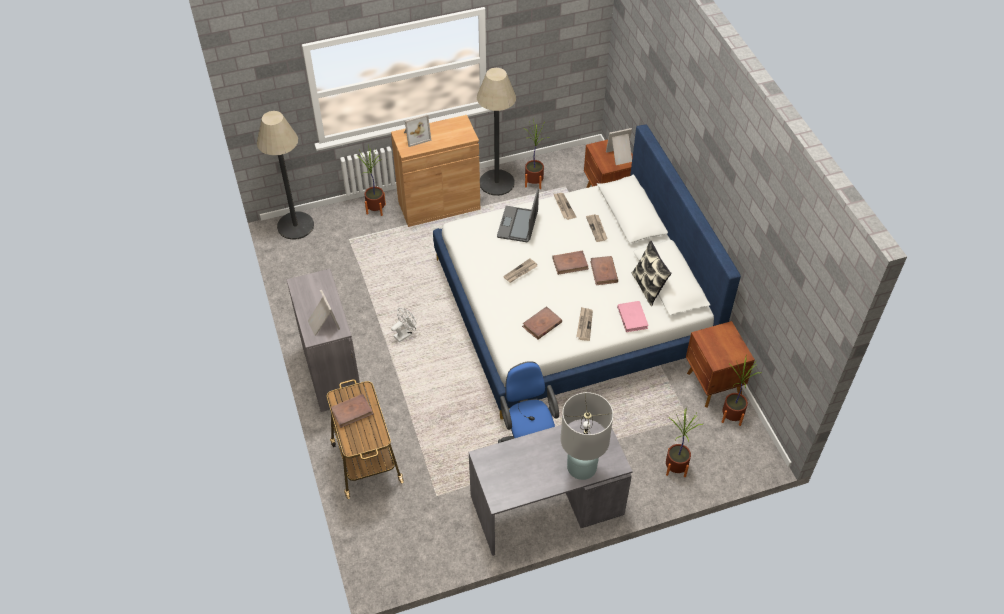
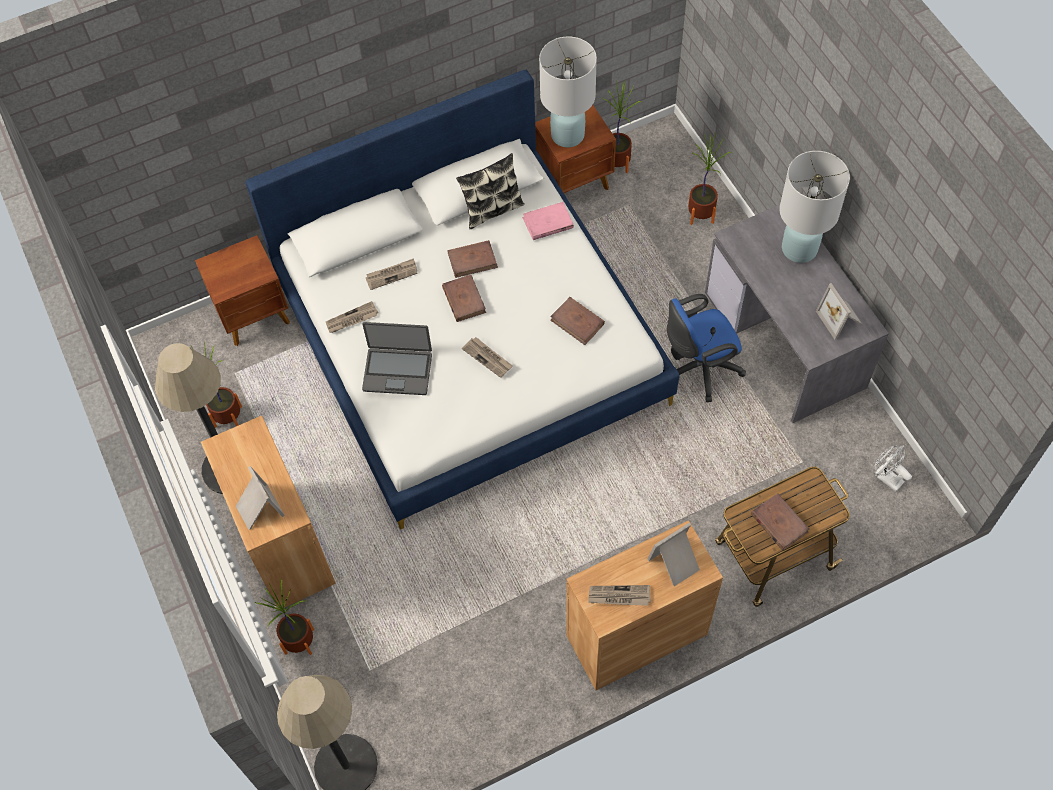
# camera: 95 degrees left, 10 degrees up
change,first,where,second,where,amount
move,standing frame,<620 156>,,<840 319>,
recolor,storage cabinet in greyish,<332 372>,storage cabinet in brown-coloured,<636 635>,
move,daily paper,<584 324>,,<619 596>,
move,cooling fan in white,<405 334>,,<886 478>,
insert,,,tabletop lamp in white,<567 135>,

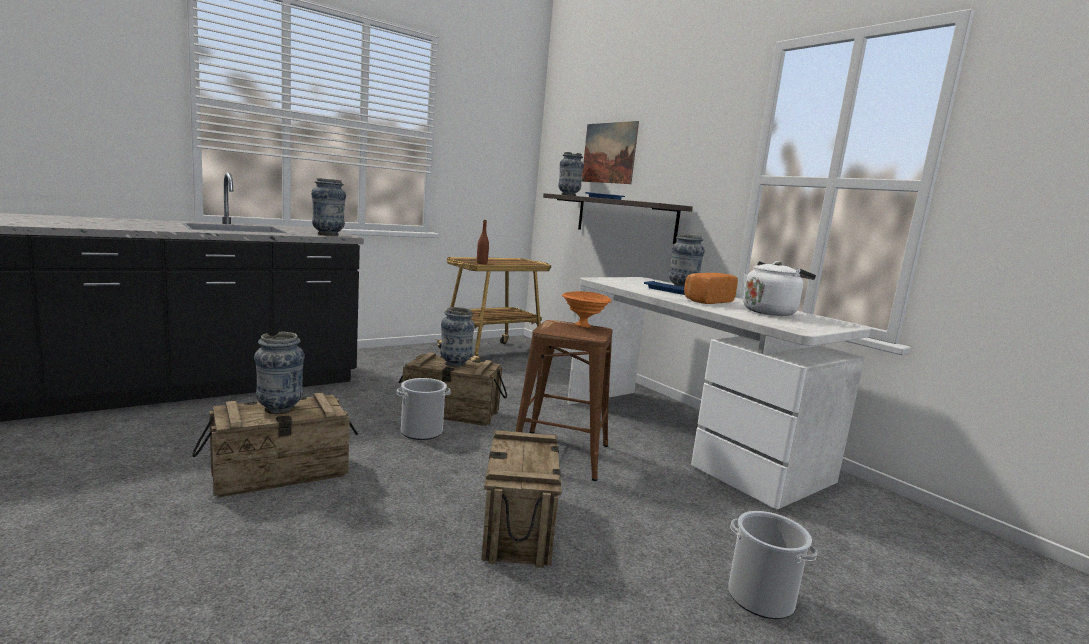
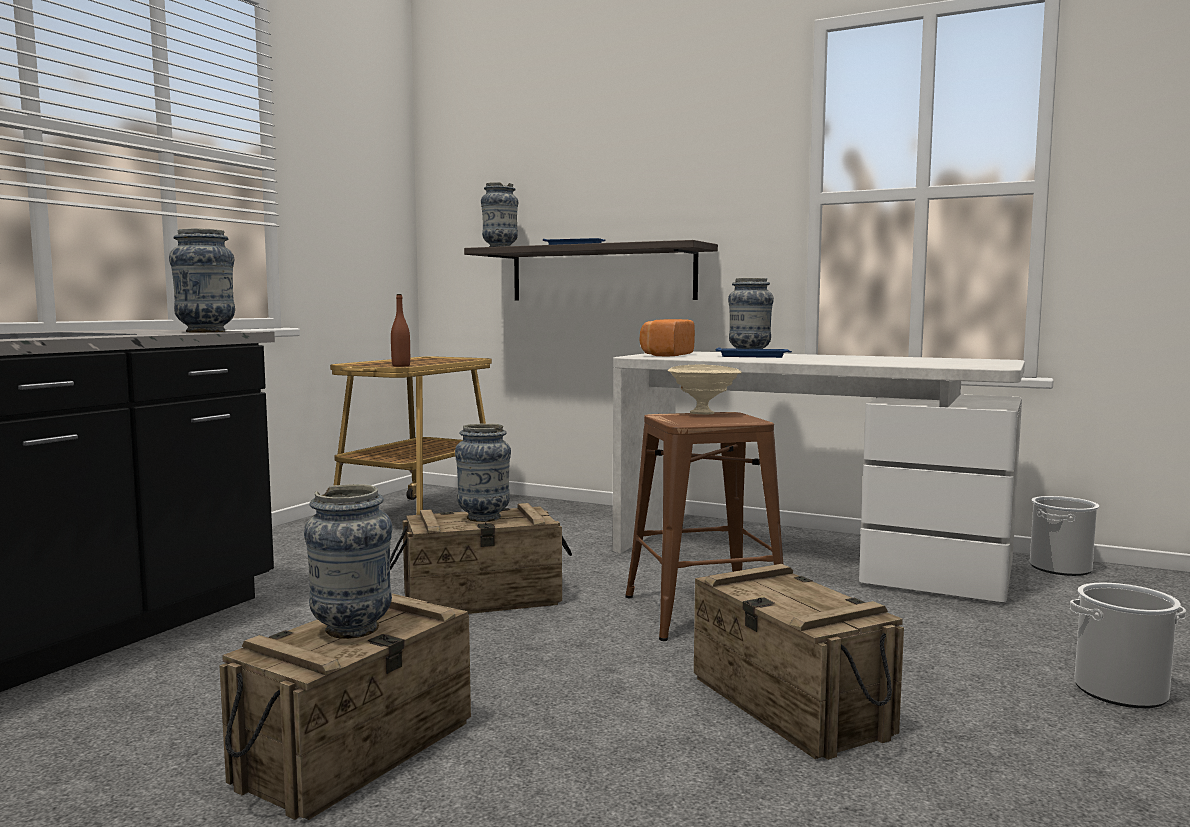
# camera: 25 degrees left, 5 degrees down
change,first,where,second,where,amount
delete,wall picture,<609 153>,,,
delete,tea kettle in white,<770 312>,,,
move,bakery bread,<706 301>,,<665 355>,
recolor,bowl in orange,<584 326>,bowl in sand-coloured,<704 413>,
move,bucket,<421 432>,,<1060 568>,

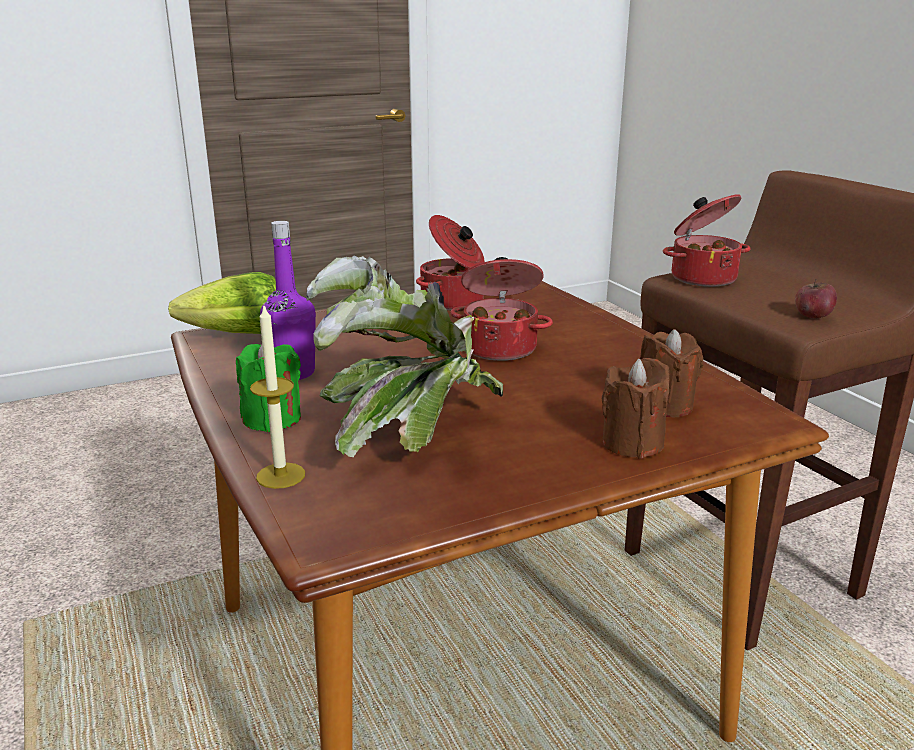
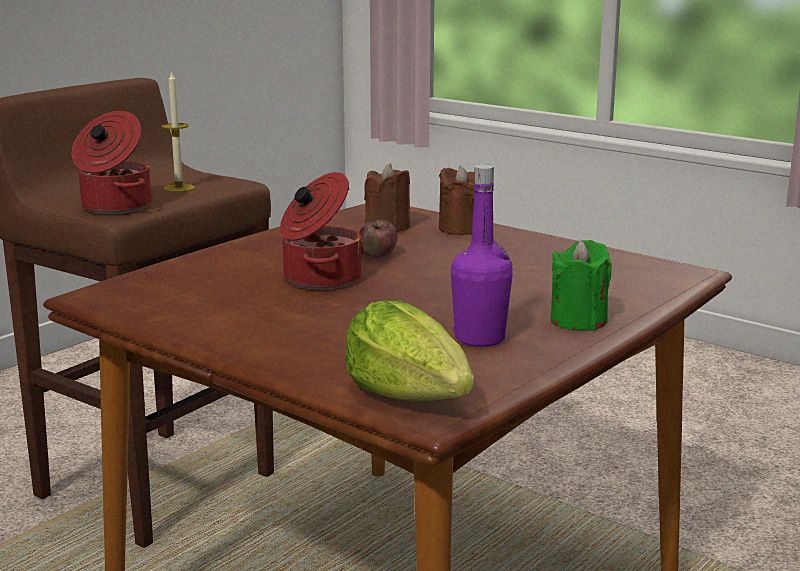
# camera: 115 degrees left, 5 degrees down
change,first,where,second,where,amount
delete,cooking pot,<453 302>,,,
delete,potted plant,<410 432>,,,
move,whole apple,<812 316>,,<377 255>,
move,candle,<280 475>,,<179 188>,

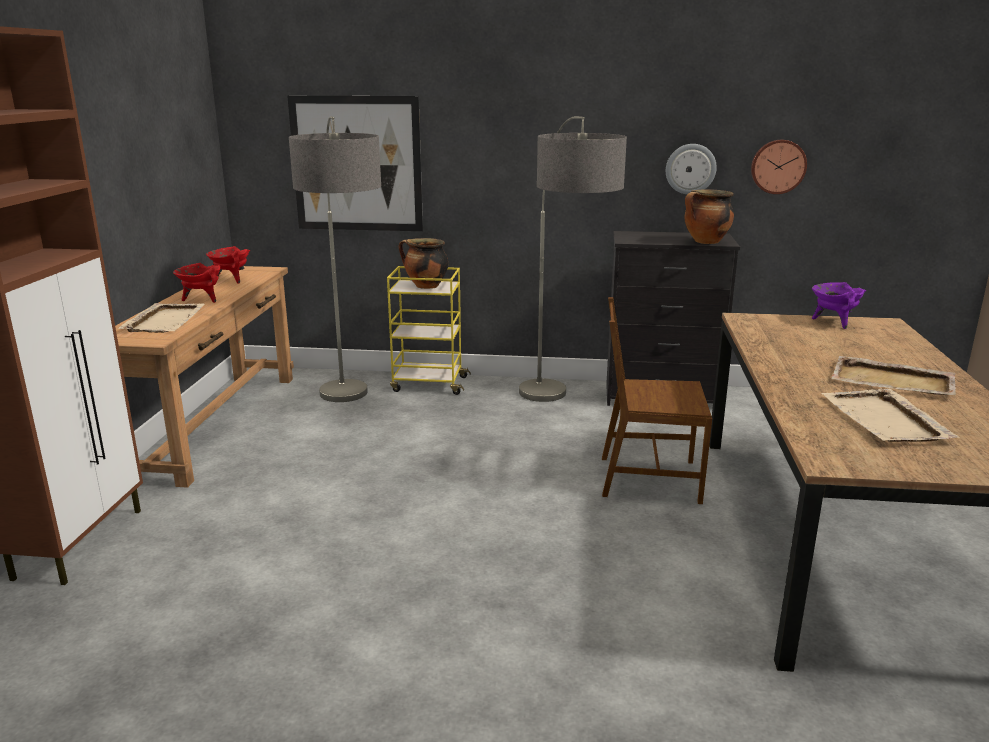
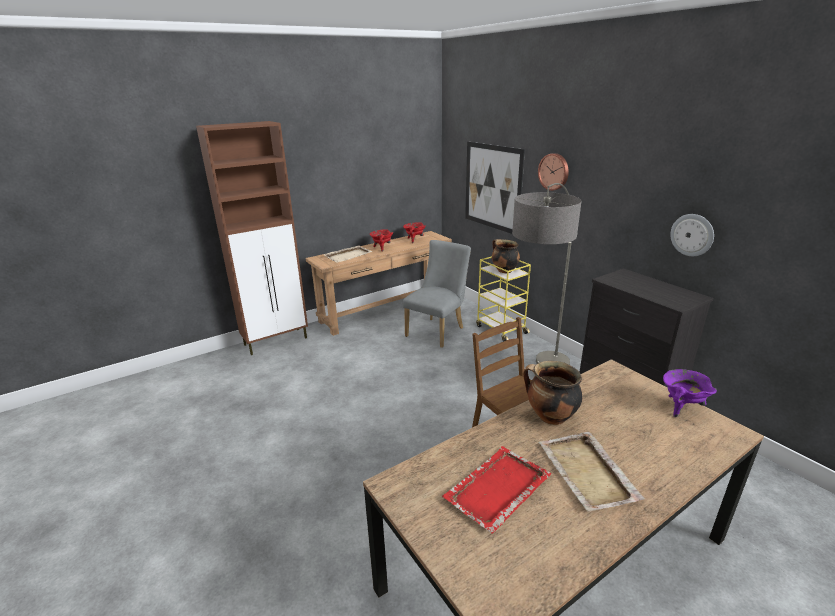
# camera: 50 degrees right, 5 degrees up
change,first,where,second,where,amount
replace,standard lamp,<350 415>,chair in greyish,<437 330>,
move,clock on the wall,<778 166>,,<554 171>,
move,cooking pot,<705 242>,,<549 417>,
recolor,carrying tray in sand-coloured,<885 420>,carrying tray in red,<496 489>,

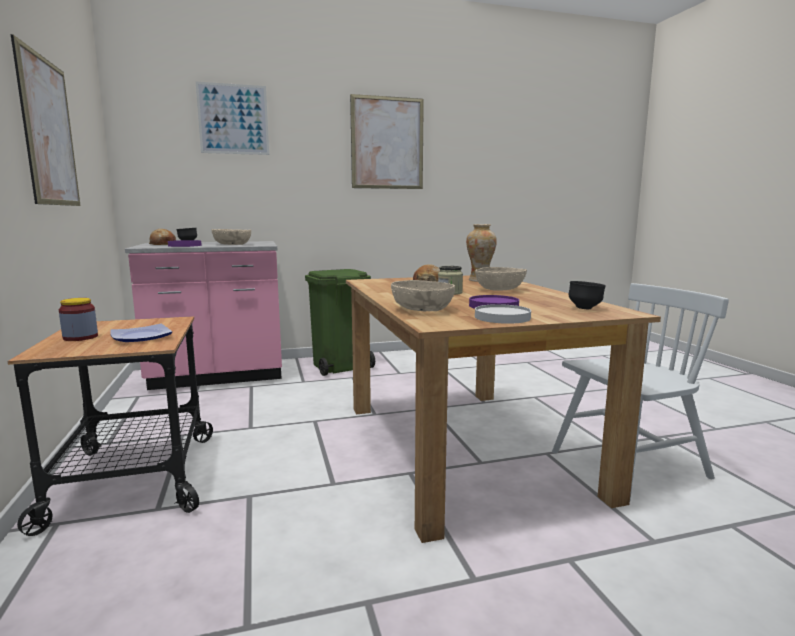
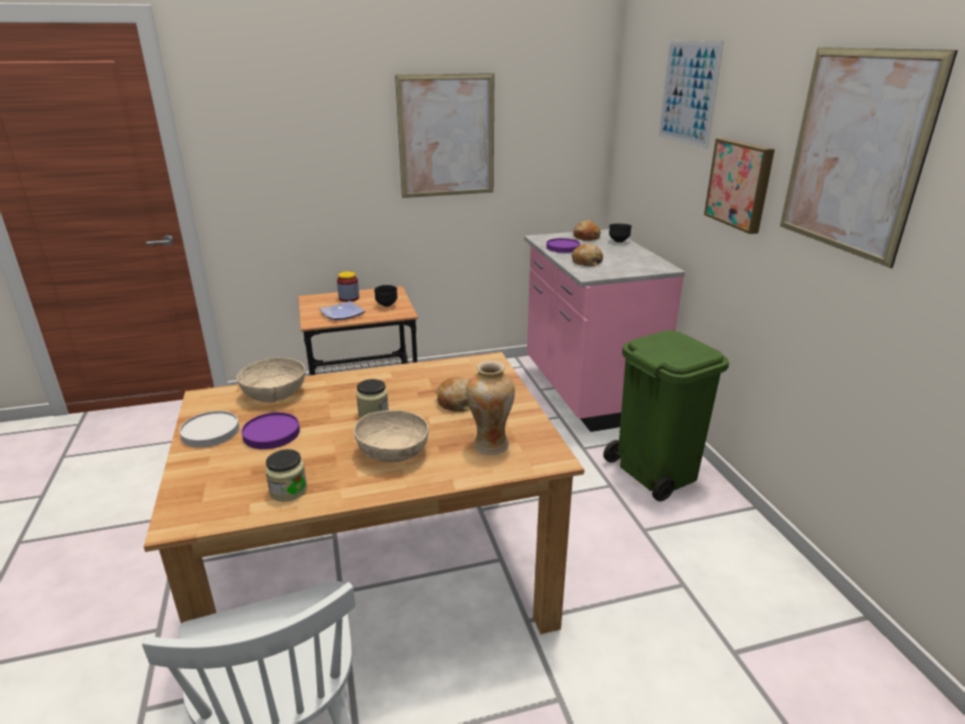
# camera: 90 degrees right, 15 degrees up
change,first,where,second,where,amount
replace,bowl in sand-coloured,<232 244>,bakery bread,<586 262>,
move,bowl in black,<585 308>,,<386 305>,
insert,,,wall picture,<740 184>,
insert,,,preserve jar,<288 490>,

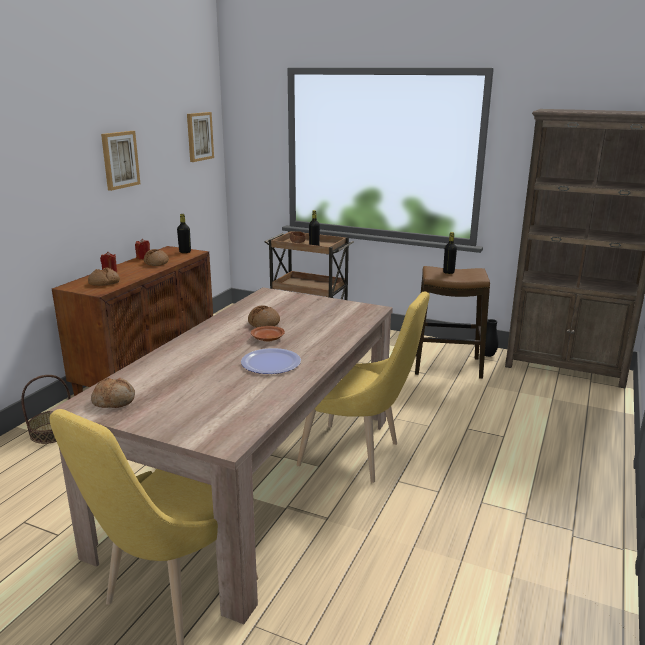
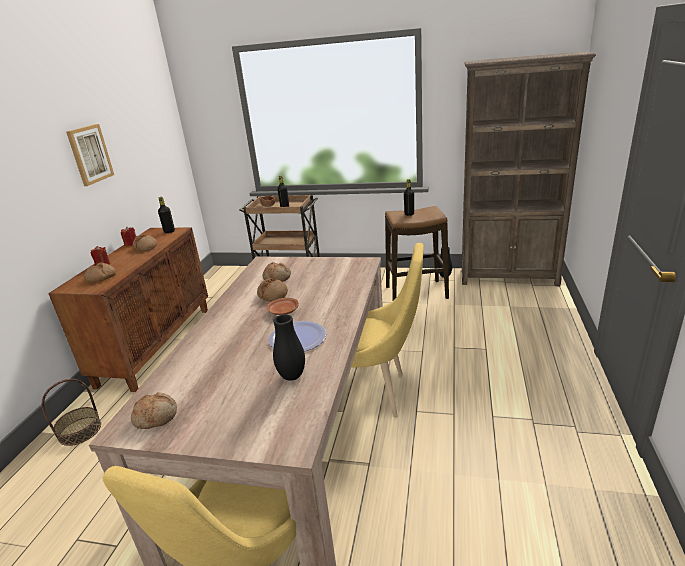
# camera: 10 degrees left, 5 degrees up
change,first,where,second,where,amount
delete,wall picture,<199 136>,,,
insert,,,bakery bread,<277 277>,
insert,,,decorative vase in black,<292 376>,

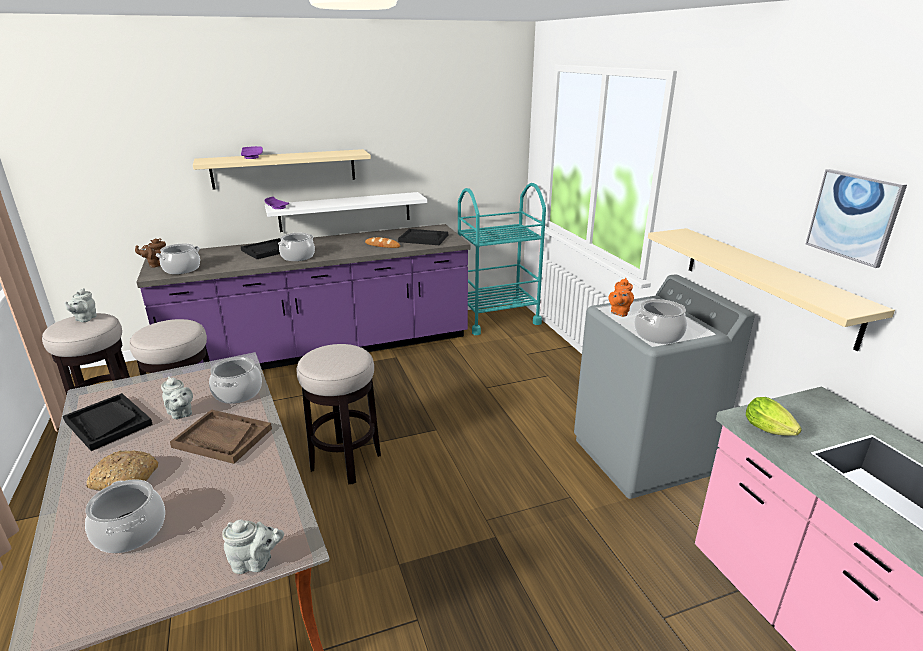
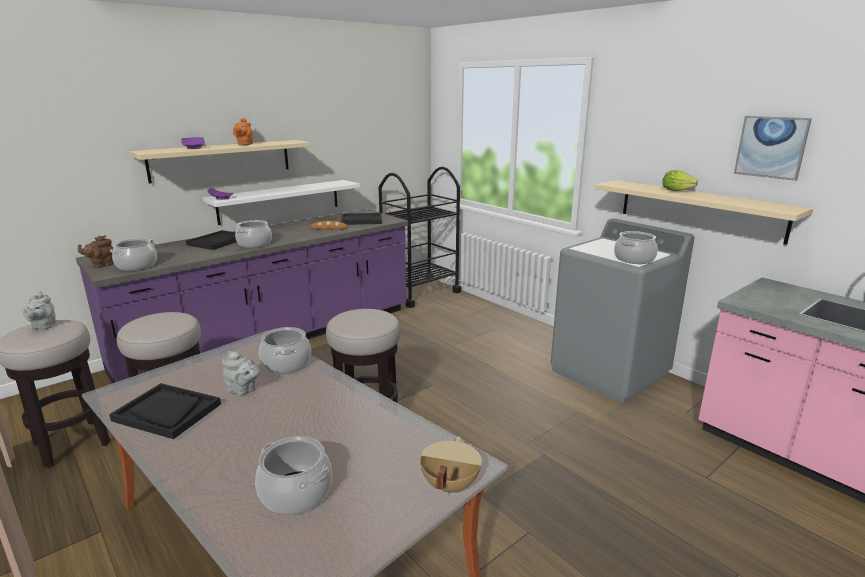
# camera: 20 degrees left, 5 degrees down
change,first,where,second,where,amount
recolor,cart in blue-green,<497 318>,cart in black,<420 292>,
move,pot for tea in orange,<619 312>,,<244 144>,
move,head of lettuce,<770 431>,,<678 191>,
delete,carrying tray in brown-coloured,<222 438>,,,
delete,bakery bread,<124 479>,,,
replace,pot for tea in greyish,<255 563>,cooking pot in sand-coloured,<448 485>,

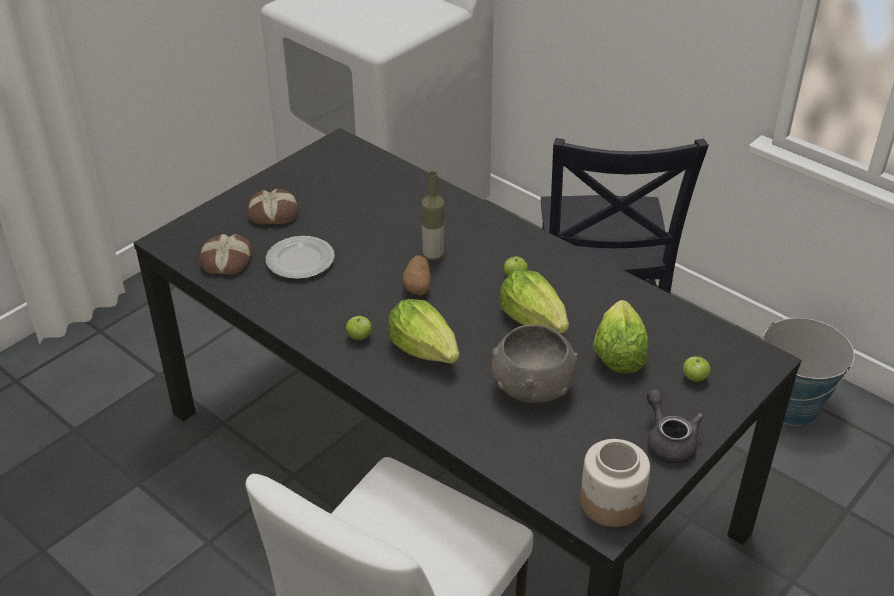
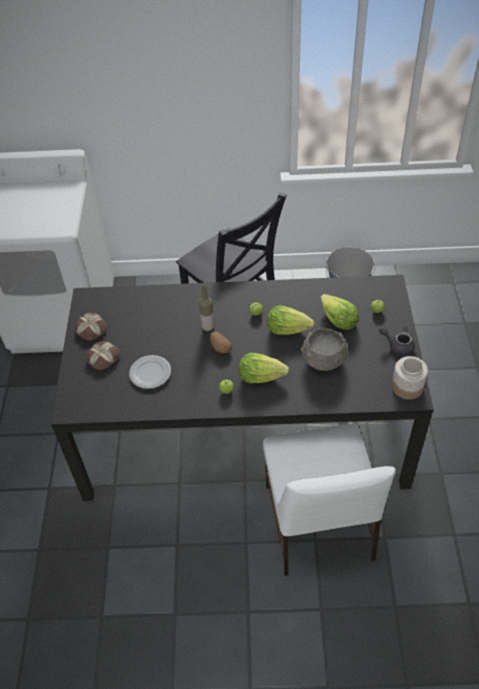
# camera: 40 degrees left, 10 degrees up
change,first,where,second,where,amount
move,bakery bread,<226 260>,,<90 329>,

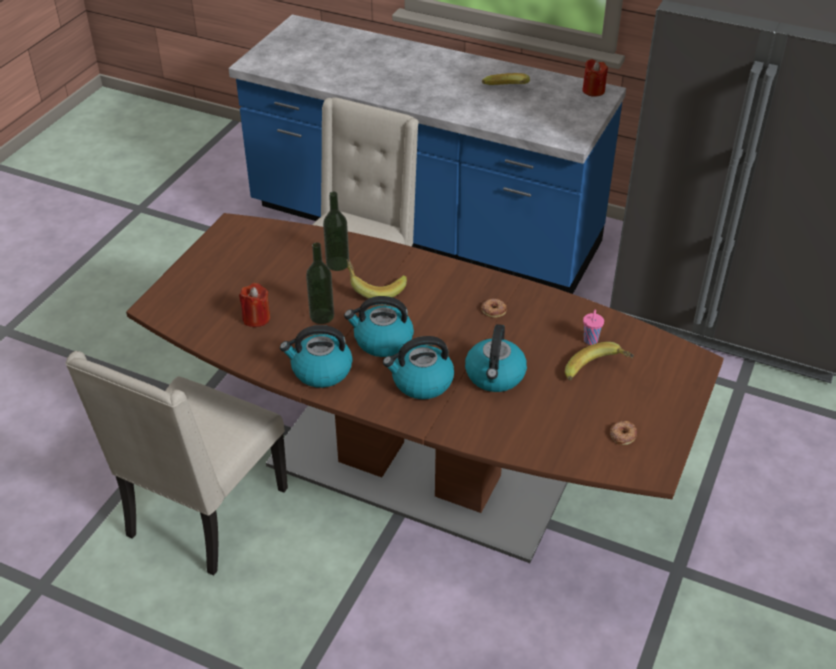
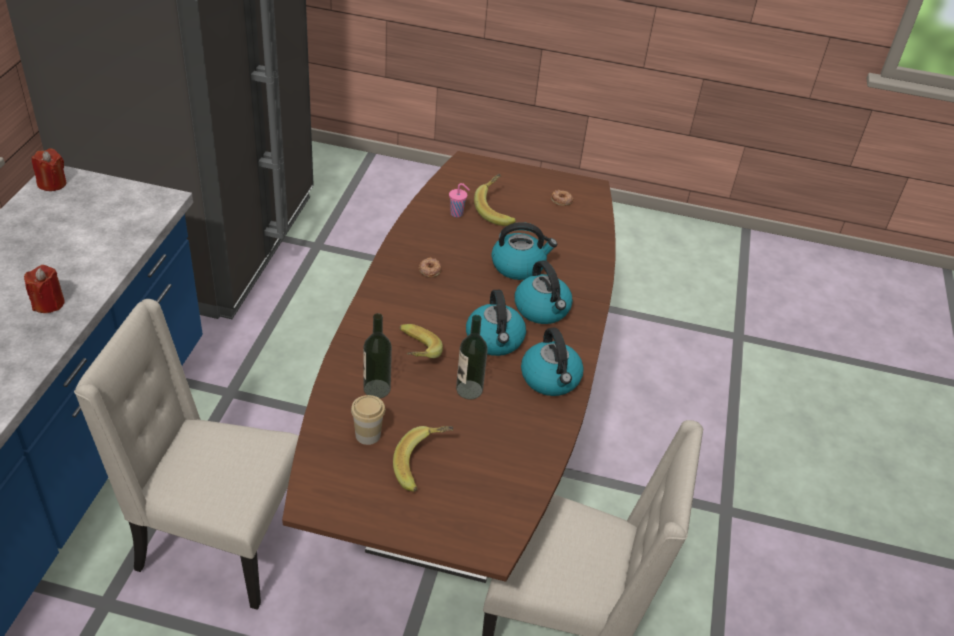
# camera: 105 degrees left, 0 degrees up
change,first,where,second,where,amount
move,banana fruit,<506 92>,,<424 466>,
move,candle in red,<256 318>,,<48 303>,
insert,,,cup,<368 435>,

